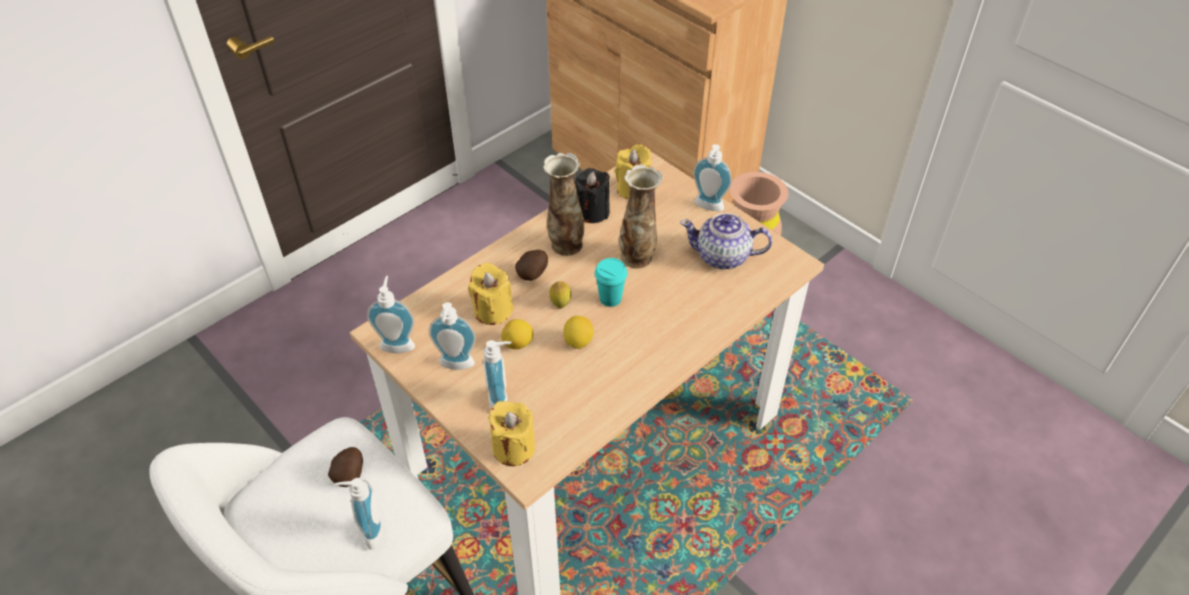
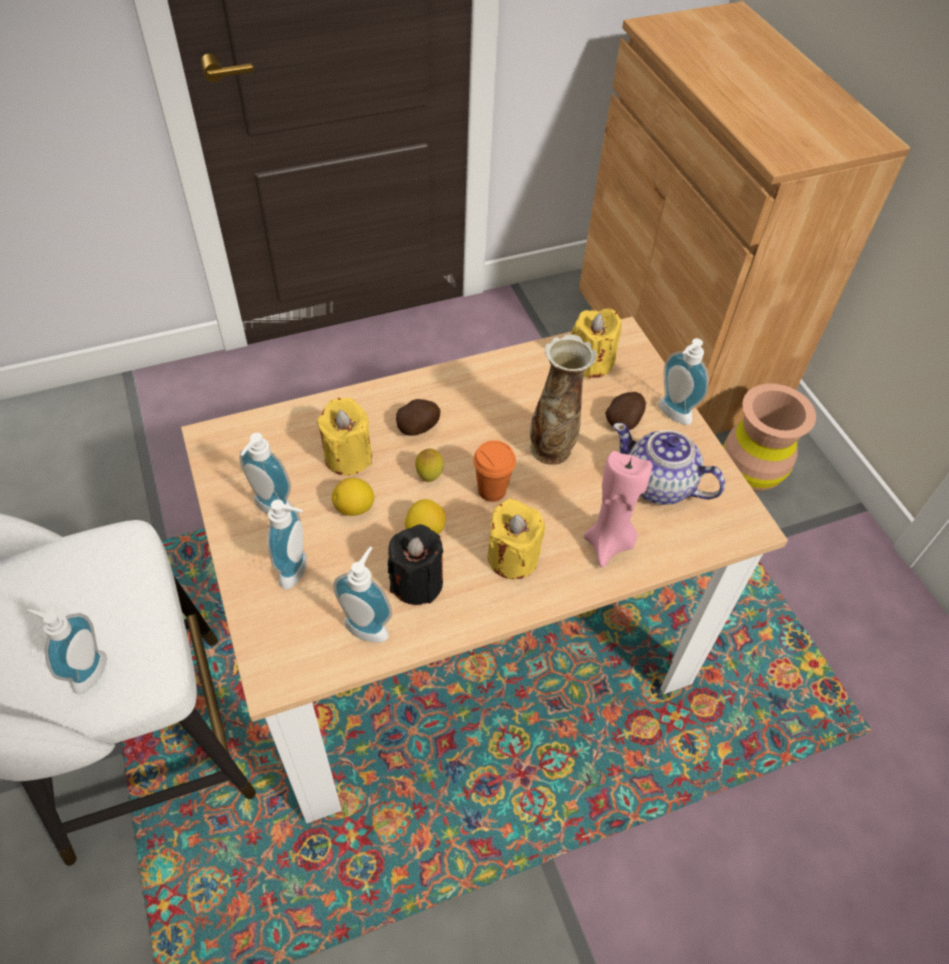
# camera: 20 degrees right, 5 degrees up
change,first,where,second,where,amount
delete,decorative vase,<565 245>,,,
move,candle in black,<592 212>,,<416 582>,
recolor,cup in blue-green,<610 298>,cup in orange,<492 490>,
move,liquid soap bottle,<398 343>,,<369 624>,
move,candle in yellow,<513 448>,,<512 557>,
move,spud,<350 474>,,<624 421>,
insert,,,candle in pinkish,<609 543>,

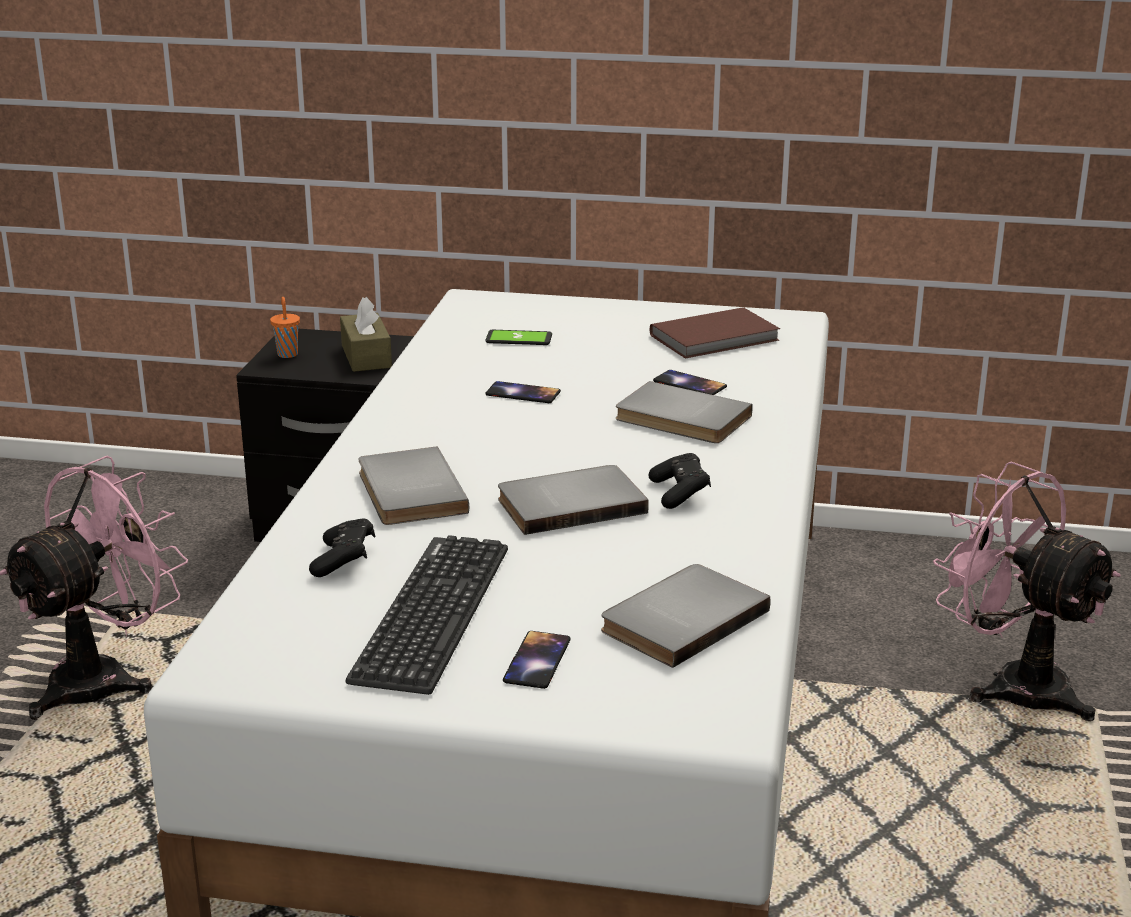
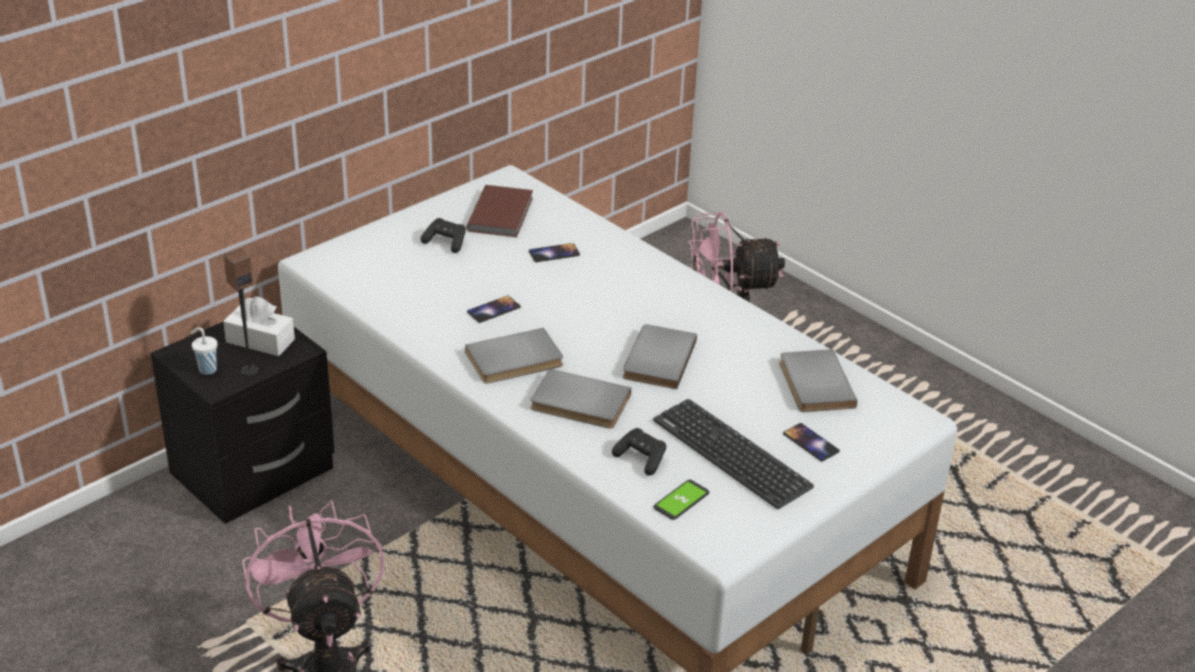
# camera: 55 degrees left, 10 degrees up
change,first,where,second,where,amount
recolor,cup in orange,<287 354>,cup in white,<207 369>,
recolor,tissue holder in brown-coloured,<366 356>,tissue holder in white,<260 341>,
move,phone,<519 339>,,<681 500>,
move,volume in greyish,<680 419>,,<515 361>,
move,joypad in black,<680 493>,,<445 242>,
insert,,,audio speaker,<249 370>,

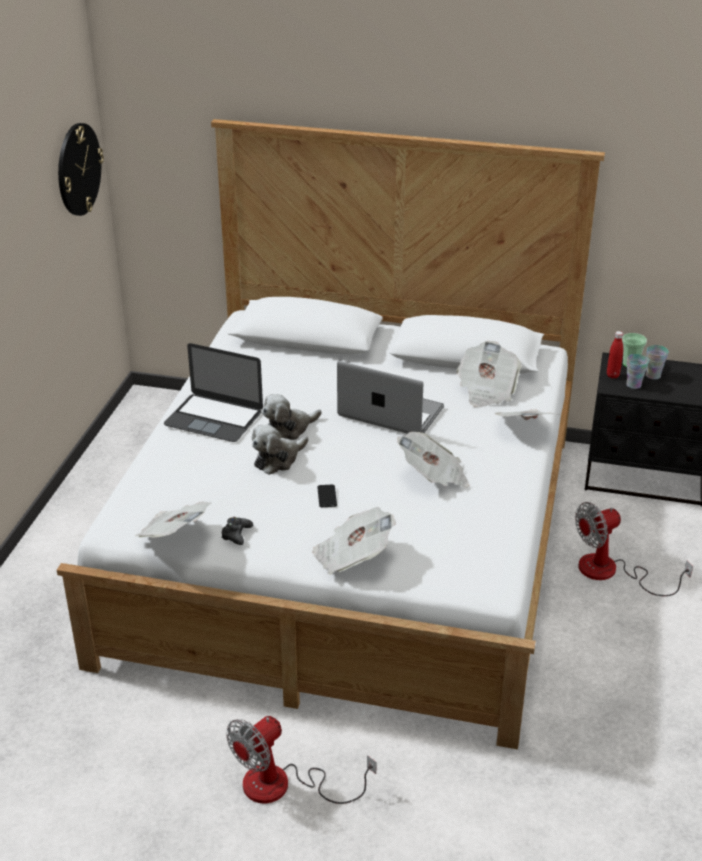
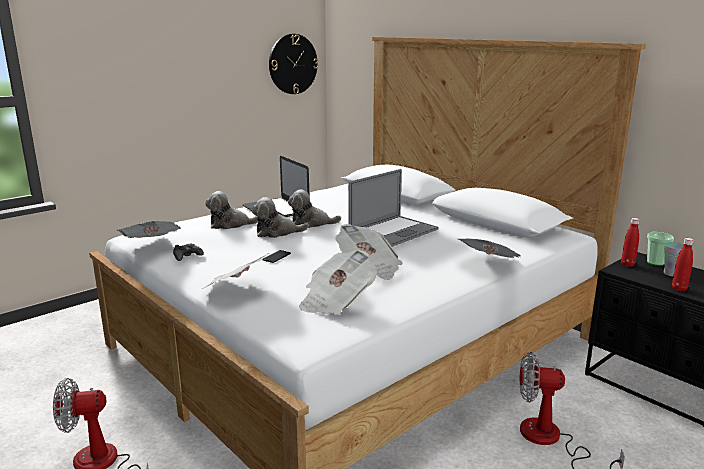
# camera: 35 degrees right, 15 degrees down
change,first,where,second,where,amount
move,daily paper,<486 390>,,<336 301>,
delete,cup,<633 385>,,,
rotate,laptop,<390 412>,,<393 232>,75 degrees clockwise
insert,,,plush toy,<230 225>,
insert,,,beverage bottle in red,<679 289>,

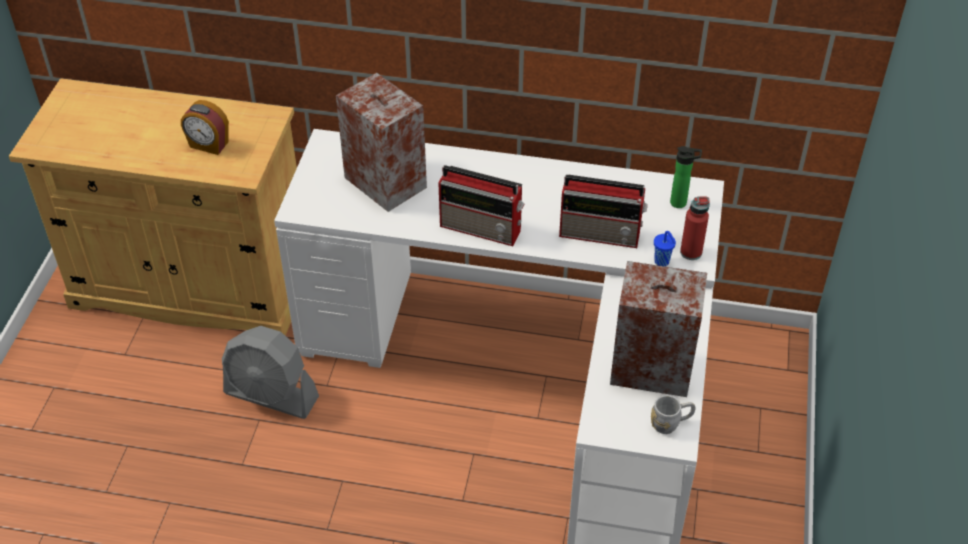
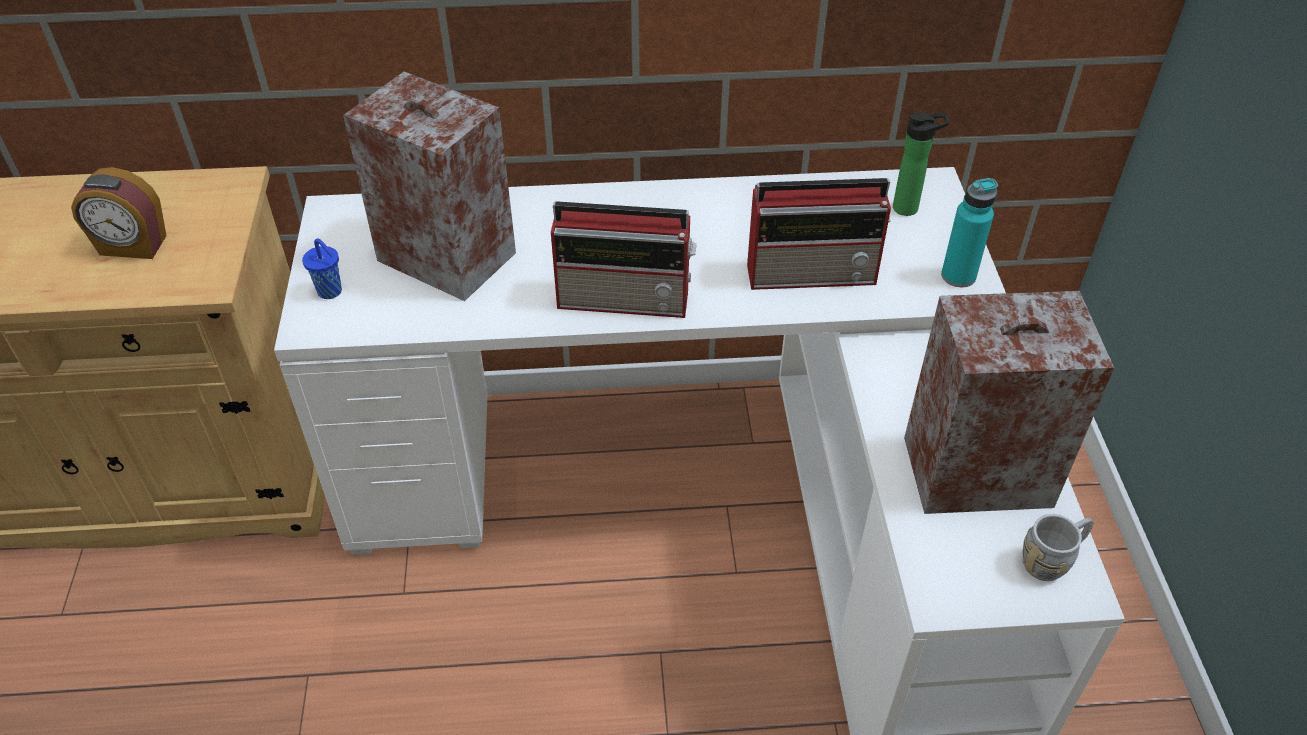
# camera: 15 degrees left, 0 degrees up
change,first,where,second,where,amount
recolor,beverage bottle in red,<691 252>,beverage bottle in blue-green,<958 276>,
move,cup in blue,<662 262>,,<331 292>,
delete,cooling fan in greyish,<271 395>,,,

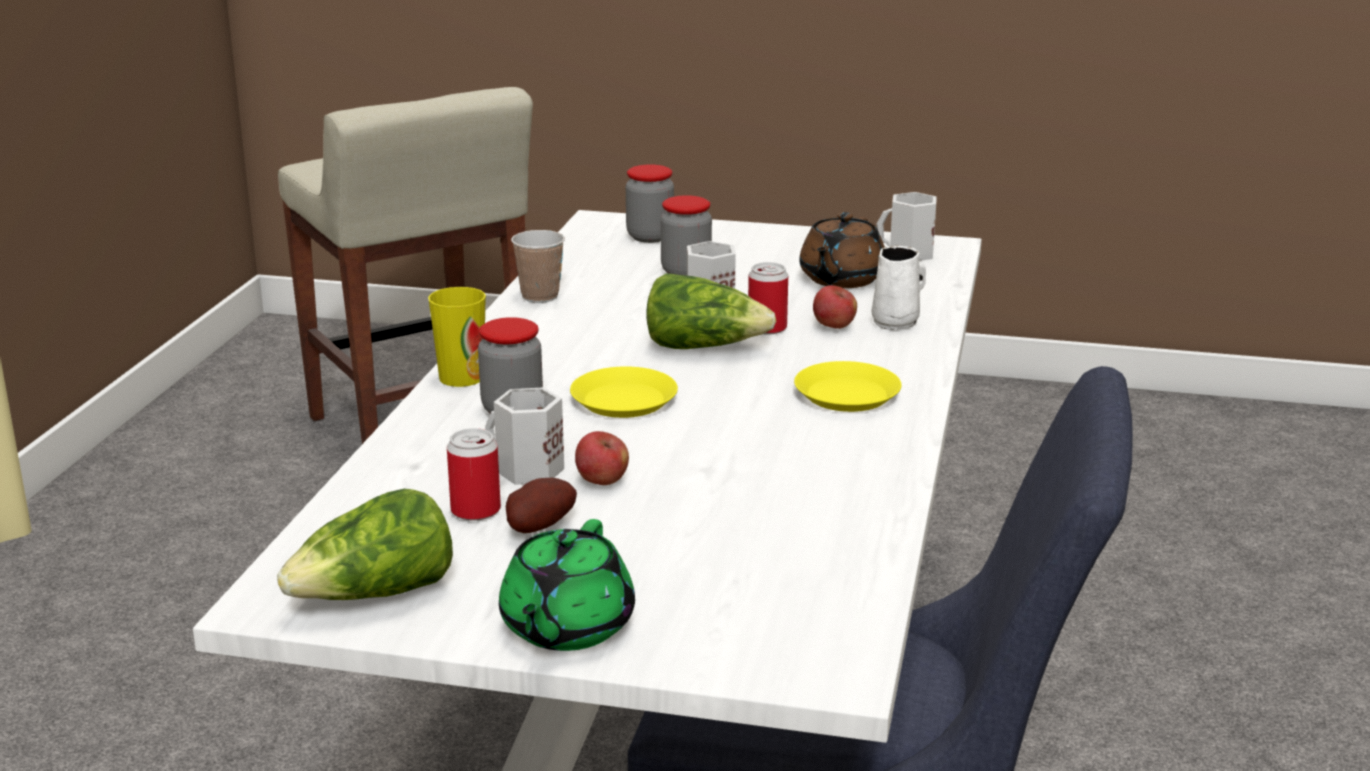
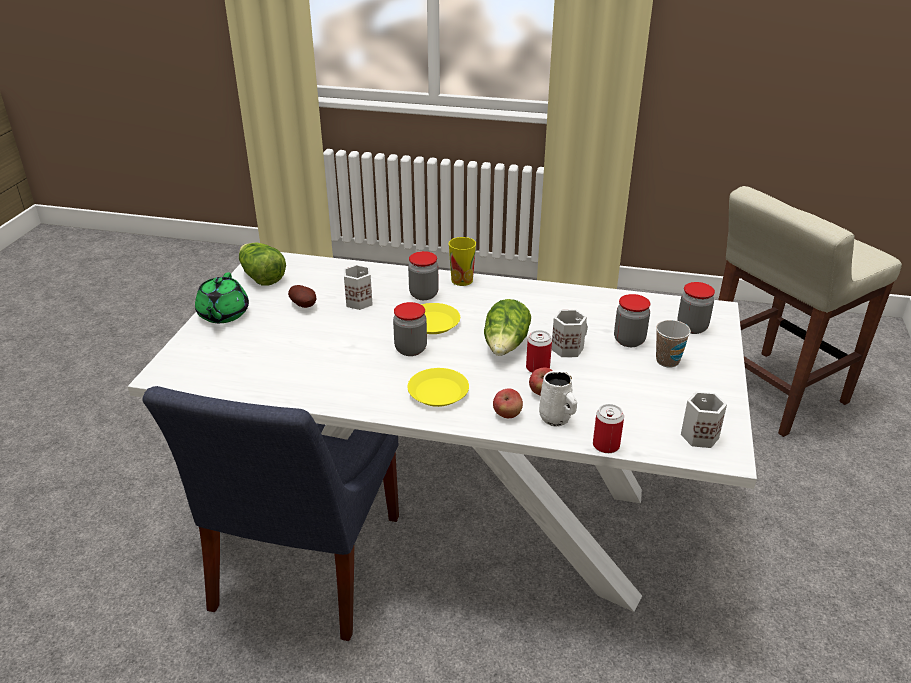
# camera: 90 degrees right, 10 degrees up
change,first,where,second,where,amount
delete,pot for tea in brown-coloured,<841 279>,,,
move,cup,<540 296>,,<667 361>,
move,sealed can,<475 510>,,<606 445>,
move,whole apple,<602 482>,,<507 414>,
rotate,pot for tea in green-coloured,<565 628>,,<223 315>,105 degrees counterclockwise
insert,,,preserve jar,<410 349>,

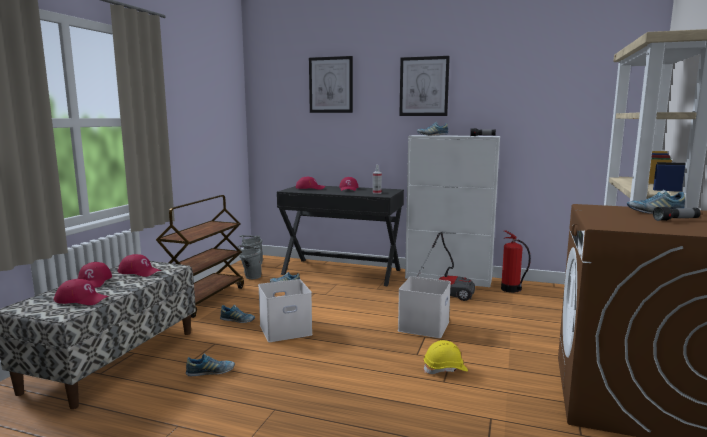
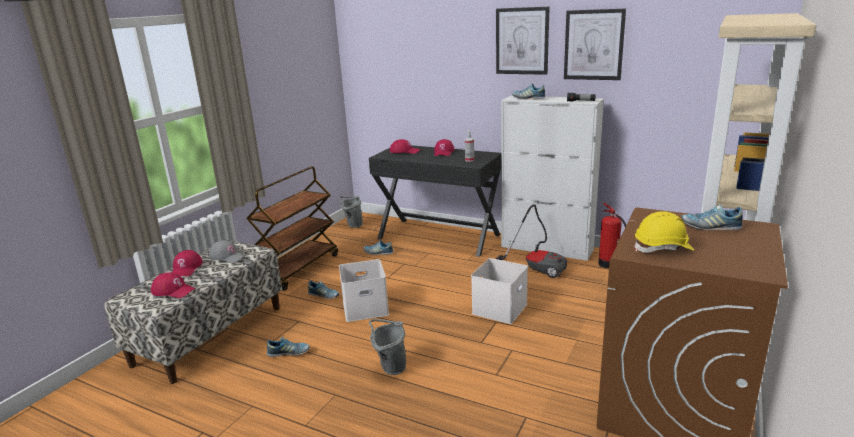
# camera: 10 degrees right, 10 degrees up
change,first,where,second,where,amount
move,wall picture,<331 85>,,<593 45>,
delete,hand torch,<676 220>,,,
move,bucket in greyish,<250 277>,,<390 368>,
recolor,baseball cap in red,<139 272>,baseball cap in greyish,<227 256>,
move,hard hat in yellow,<445 369>,,<663 248>,

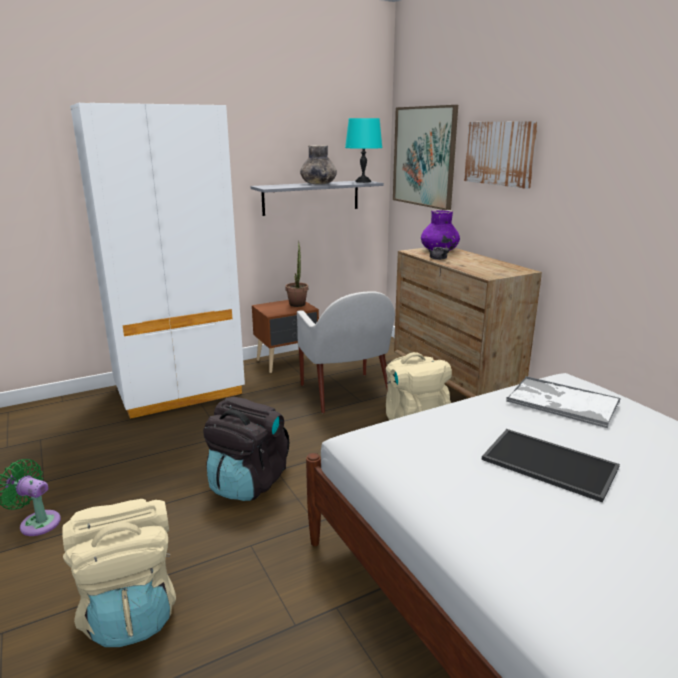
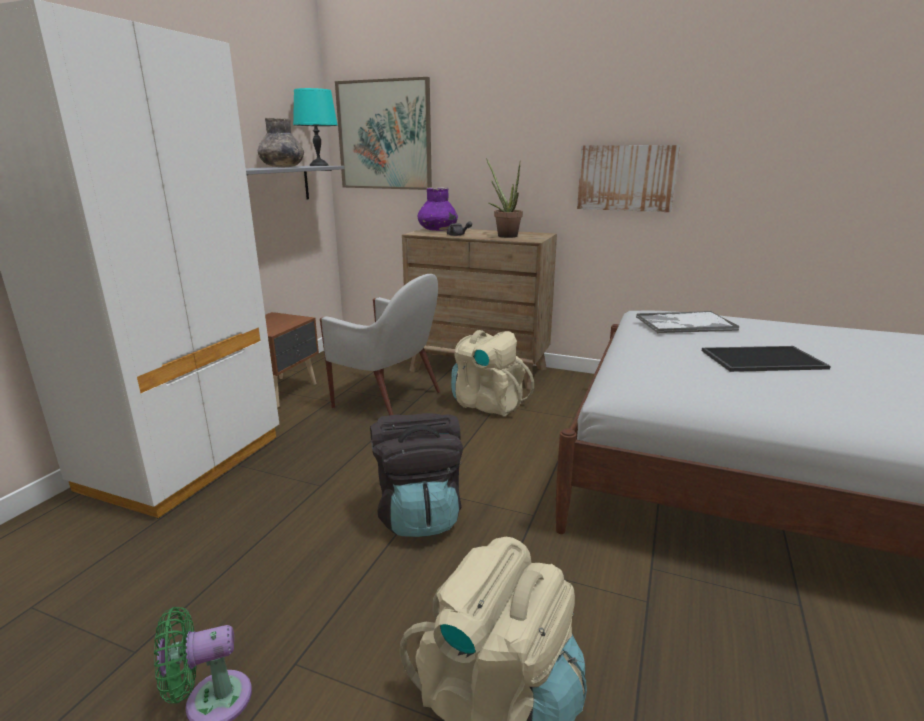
# camera: 40 degrees left, 0 degrees up
change,first,where,second,where,amount
move,wall picture,<500 153>,,<626 178>,
move,potted plant,<297 303>,,<504 235>,

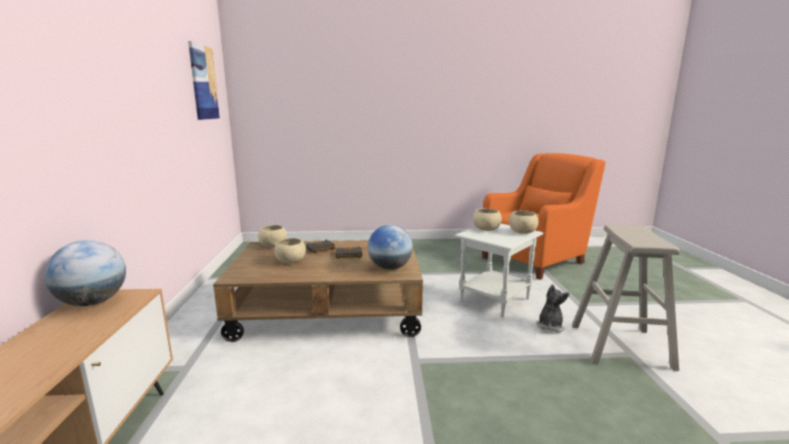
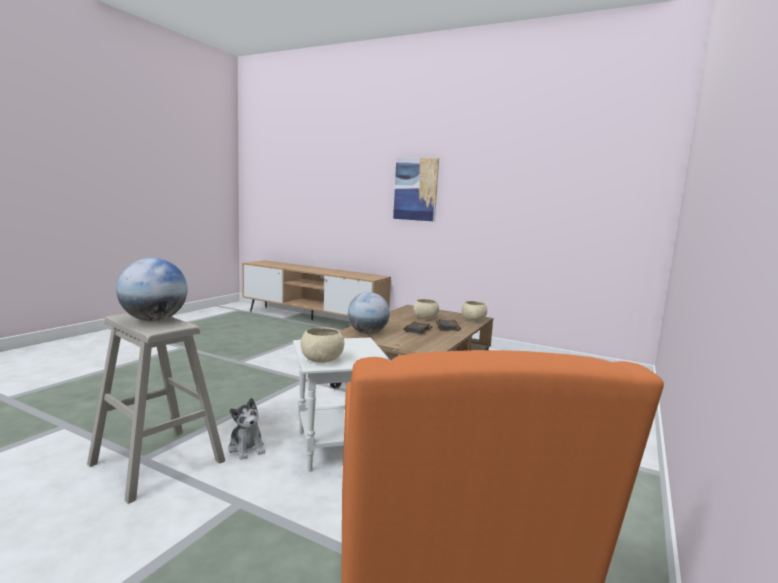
# camera: 120 degrees right, 5 degrees down
change,first,where,second,where,amount
move,wall picture,<203 82>,,<416 189>,
delete,bowl in sand-coloured,<486 229>,,,
move,world globe,<93 302>,,<154 320>,

